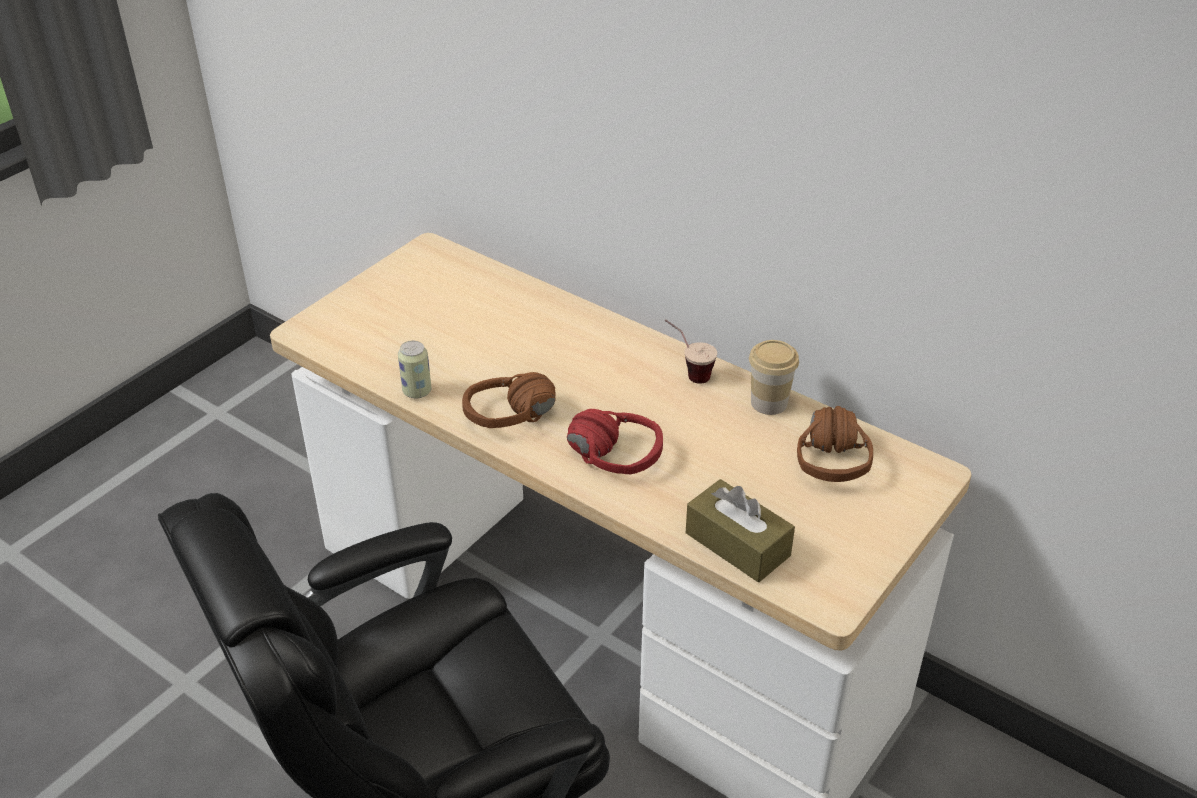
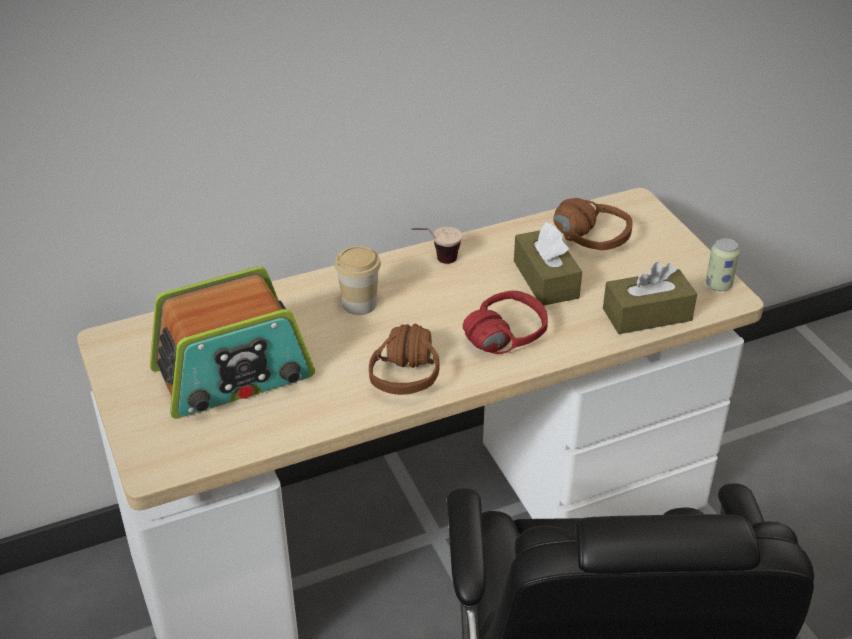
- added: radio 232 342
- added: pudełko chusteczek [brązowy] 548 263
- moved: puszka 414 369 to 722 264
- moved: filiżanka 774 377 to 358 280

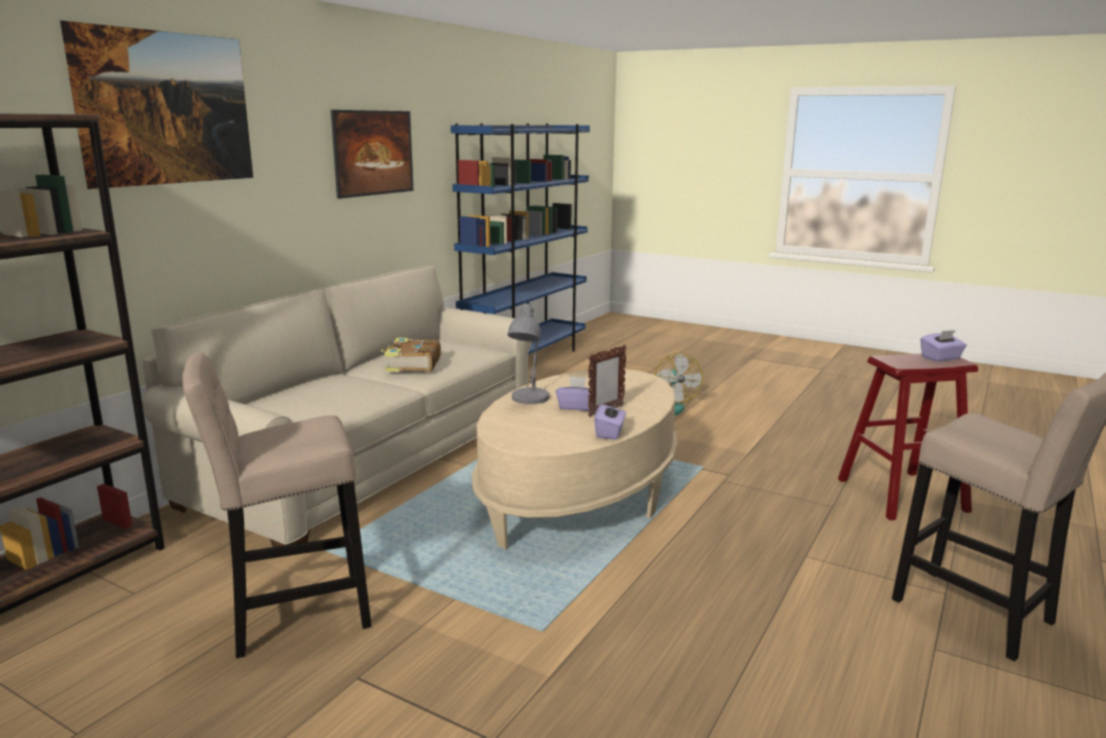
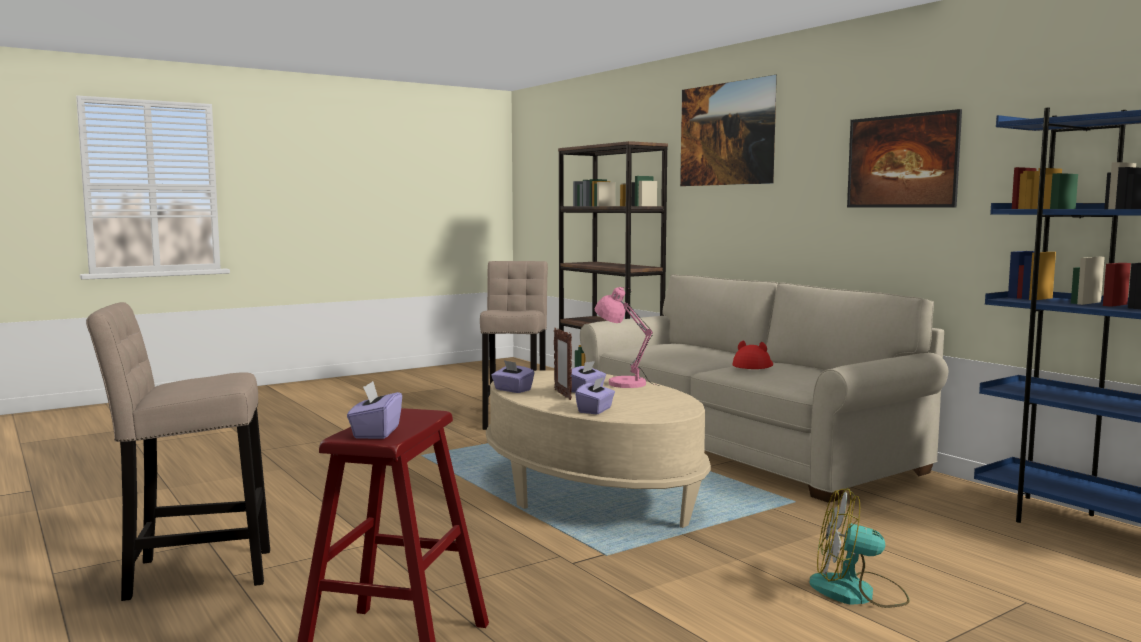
- added: pudełko chusteczek [fioletowy] 595 395
- replaced: książka 411 355 to kapelusz [czerwony] 752 354
- recoloured: lampa stołowa [szary] 528 353 to lampa stołowa [różowy] 625 337

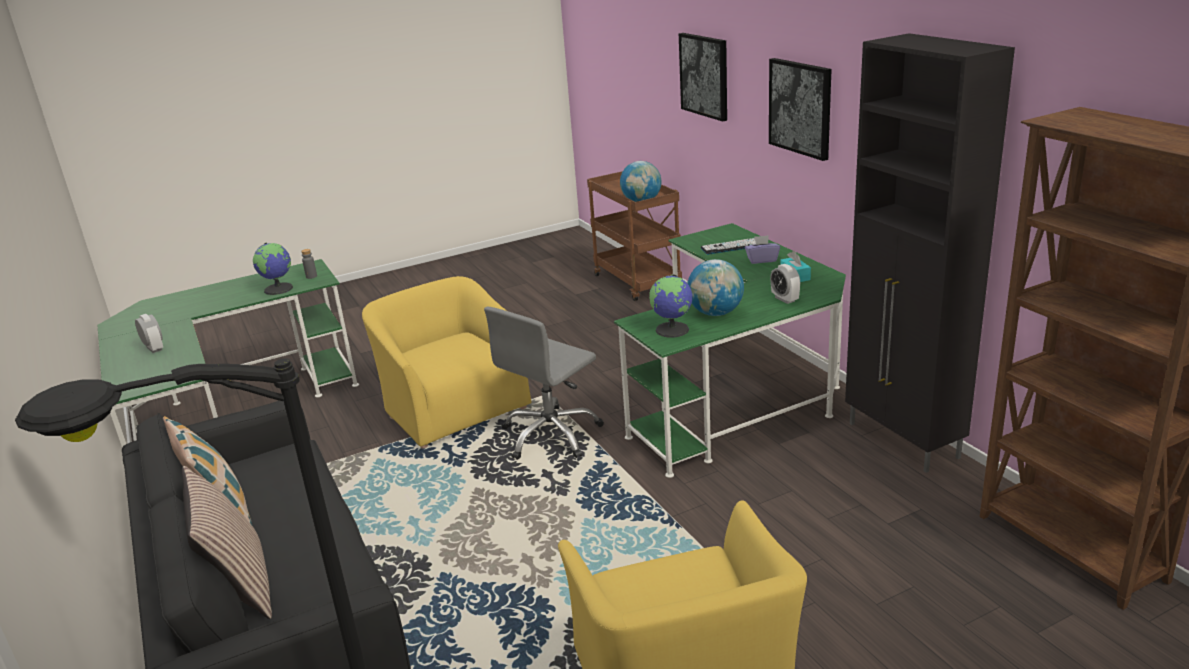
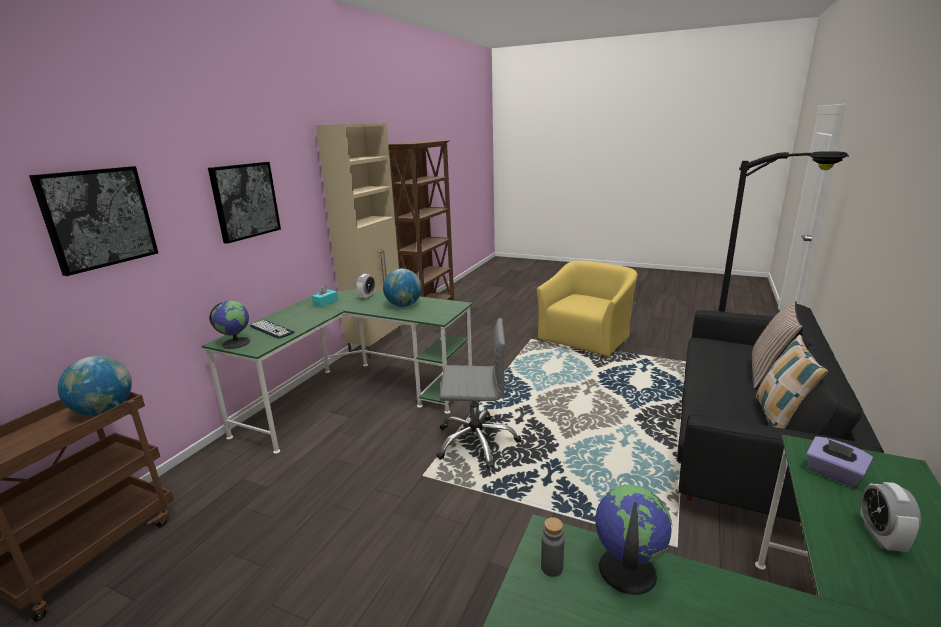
- removed: fotel [żółty] 447 362
- moved: globus 670 306 to 229 325
- moved: pudełko chusteczek [fioletowy] 762 249 to 839 461
- recoloured: szafka [czarny] 930 253 to szafka [beżowy] 359 241

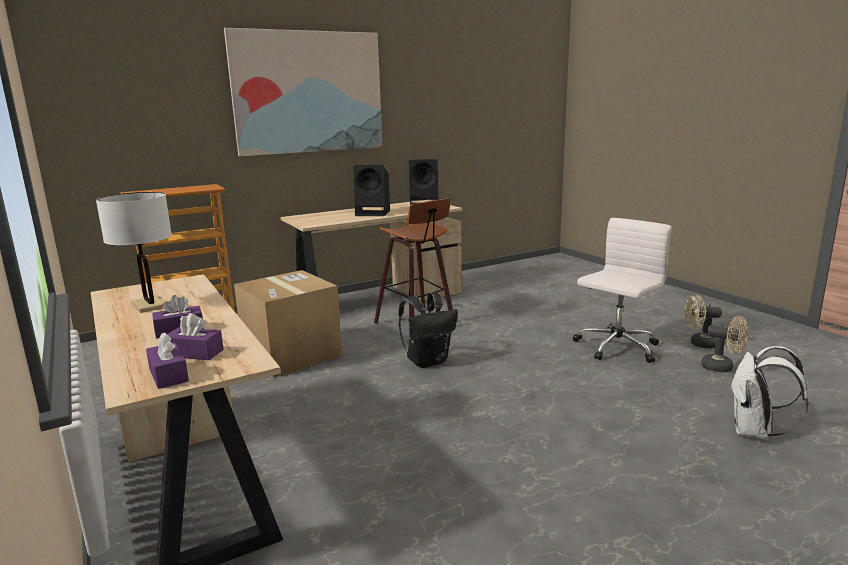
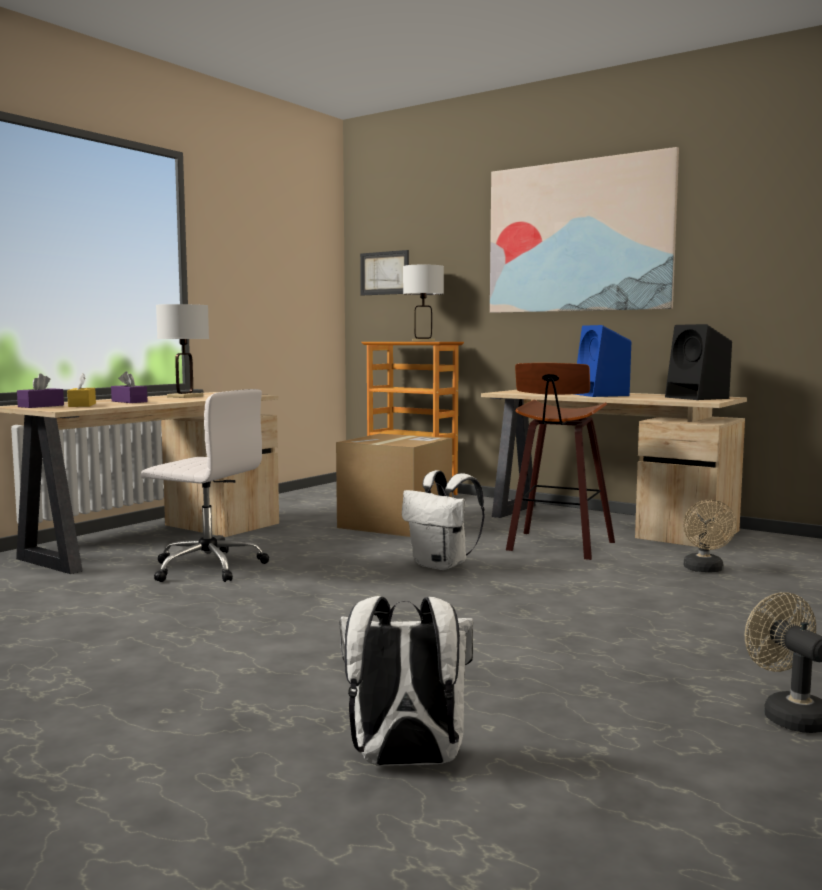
- added: obraz 384 272
- added: lampa stołowa [biały] 423 303
- moved: krzesło biurowe [biały] 622 290 to 205 485
- moved: wentylator [beżowy] 724 344 to 710 535
- recoloured: pudełko chusteczek [fioletowy] 195 336 to pudełko chusteczek [żółty] 81 390
- recoloured: głośnik [czarny] 372 190 to głośnik [niebieski] 602 361
- recoloured: plecak [czarny] 428 330 to plecak [biały] 443 520

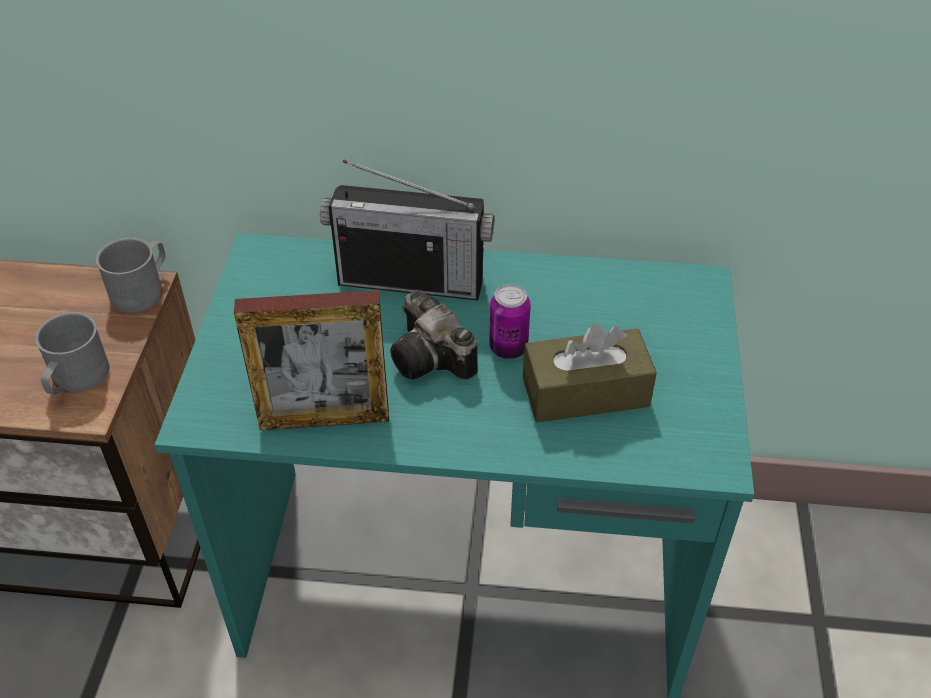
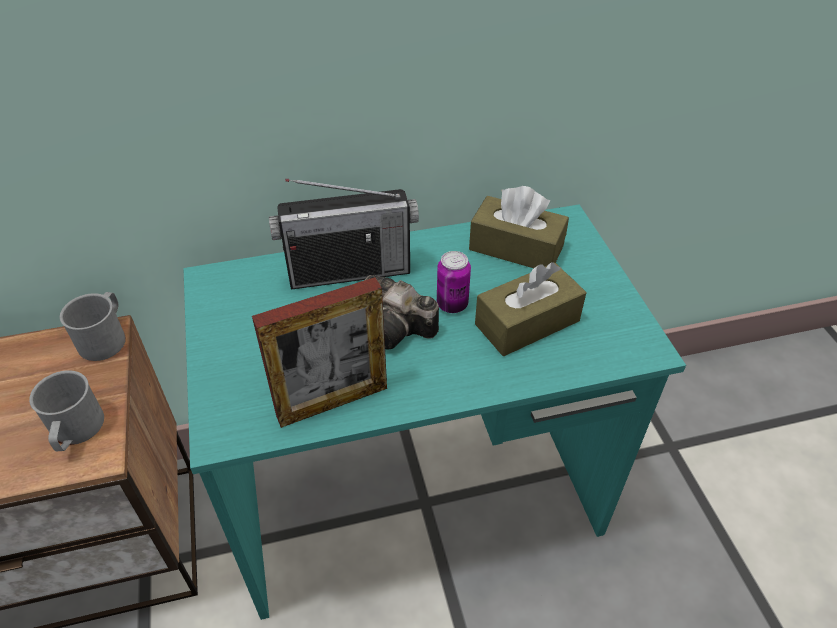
- added: pudełko chusteczek [brązowy] 519 227

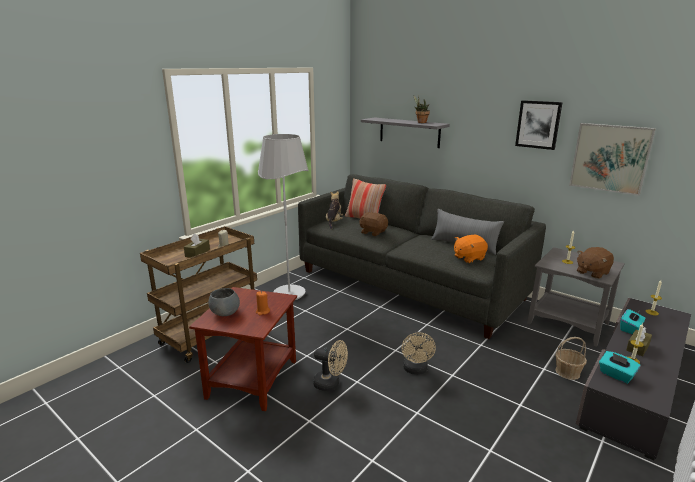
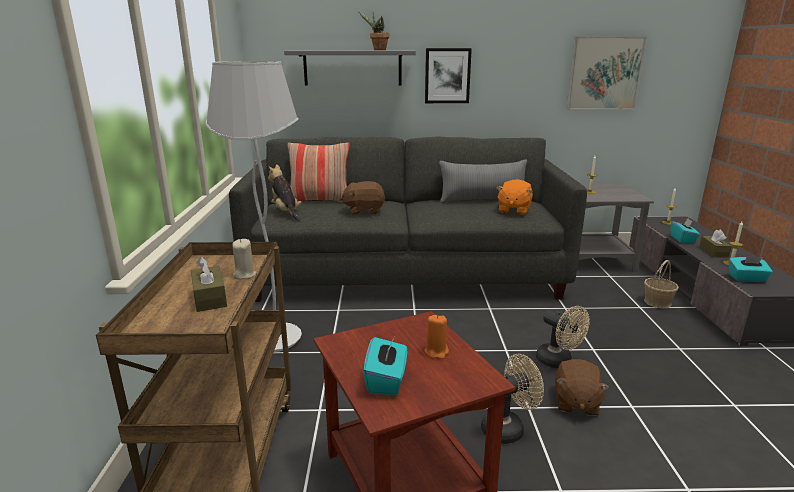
- moved: obraz 539 125 to 448 75
- moved: pluszak [brązowy] 595 263 to 582 387
- replaced: miska [szary] 224 302 to pudełko chusteczek [turkusowy] 385 366

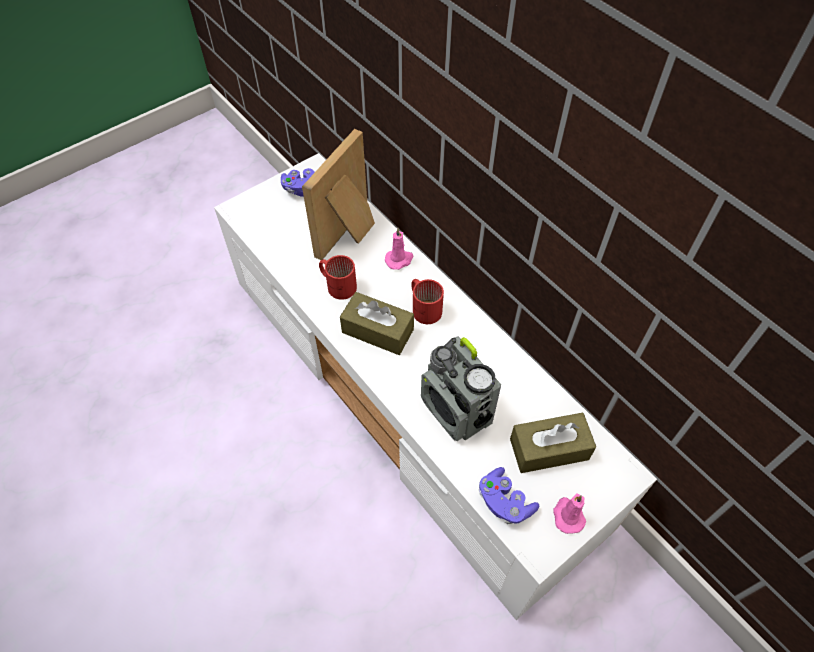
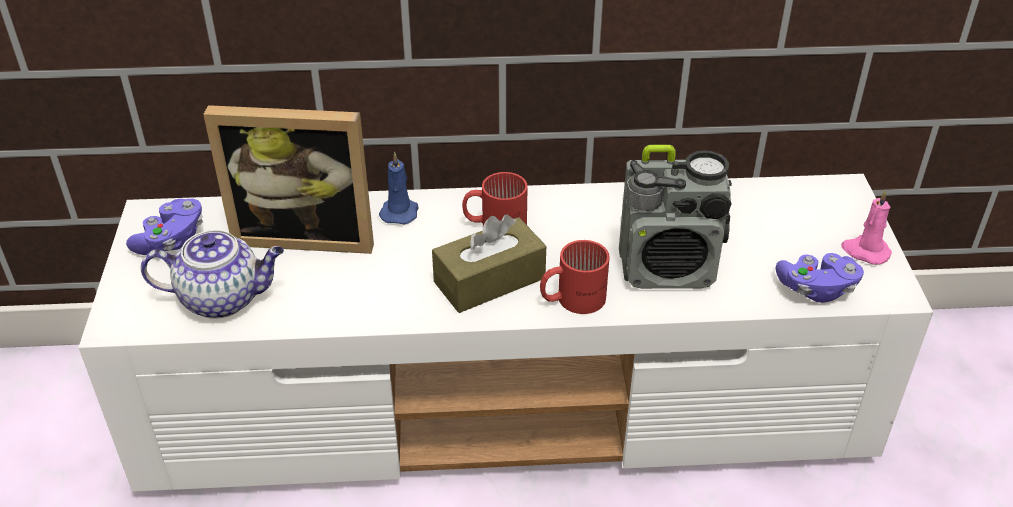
- removed: pudełko chusteczek [brązowy] 553 443
- added: imbryk 212 274
- moved: kubek [czerwony] 338 277 to 575 277
- recoloured: świeca [różowy] 399 249 to świeca [niebieski] 398 188
- turned: ramka na zdjęcie 338 194 = 288 179 60 degrees counterclockwise

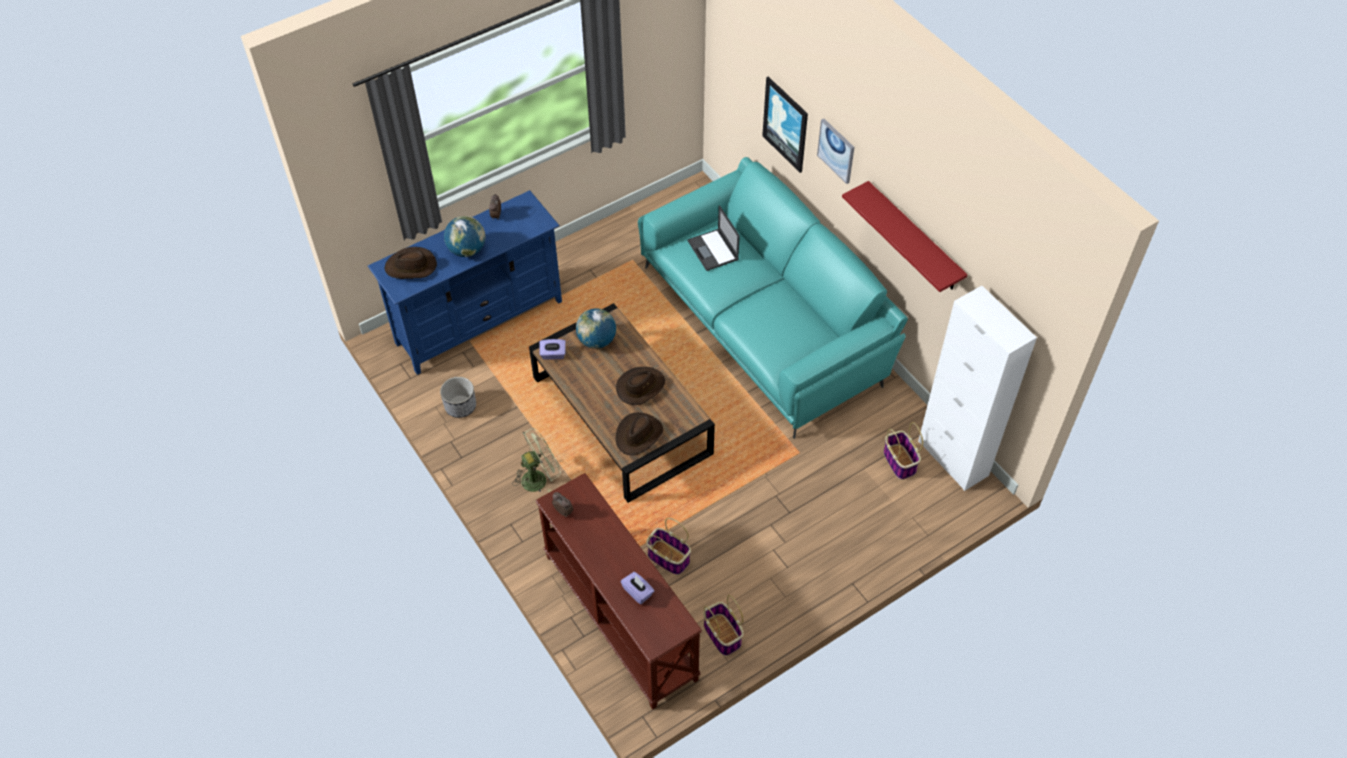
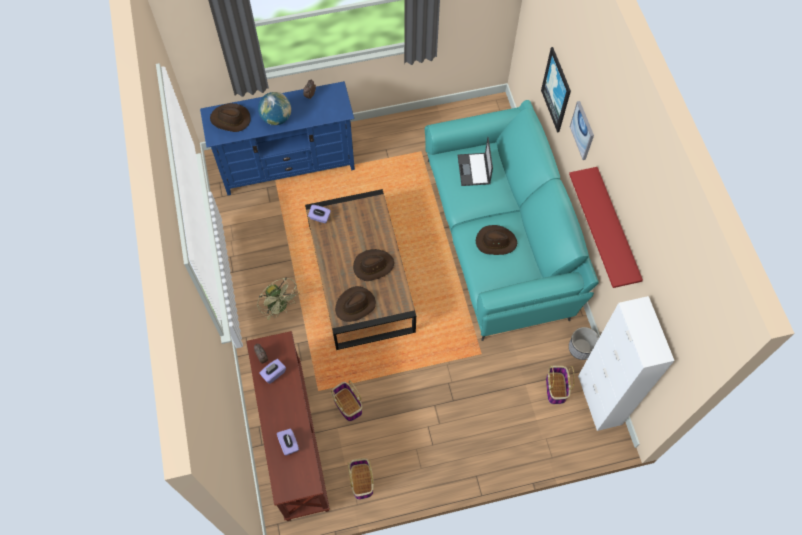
- removed: globus 596 329
- added: pudełko chusteczek [fioletowy] 272 371
- added: kapelusz [brązowy] 496 240
- moved: donica 458 397 to 584 343
- turned: wentylator [zielony] 537 460 = 278 298 60 degrees clockwise

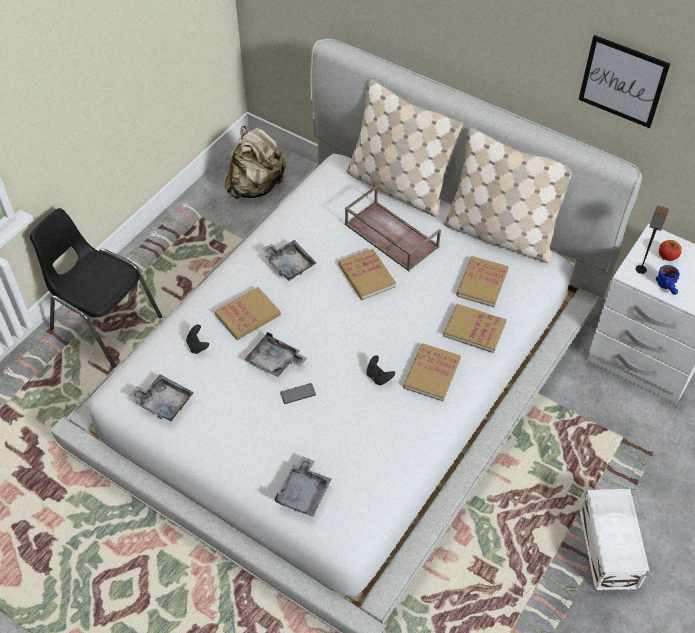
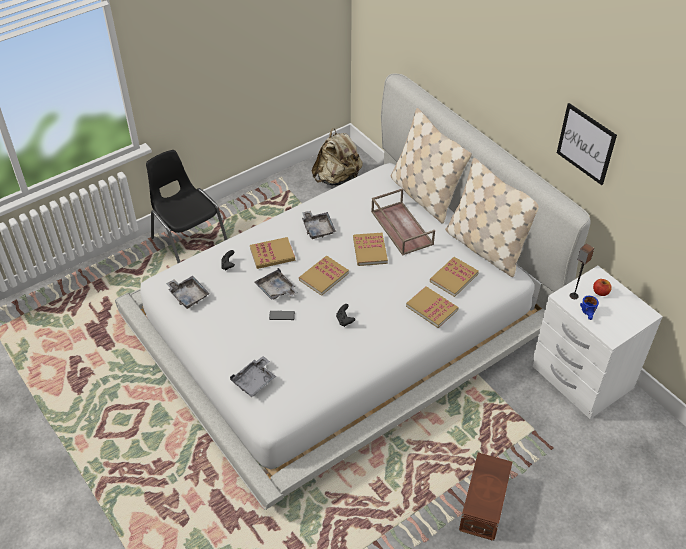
- moved: książka 432 372 to 324 276
- recoloured: pojemnik do przechowywania [biały] 614 540 to pojemnik do przechowywania [brązowy] 485 497

